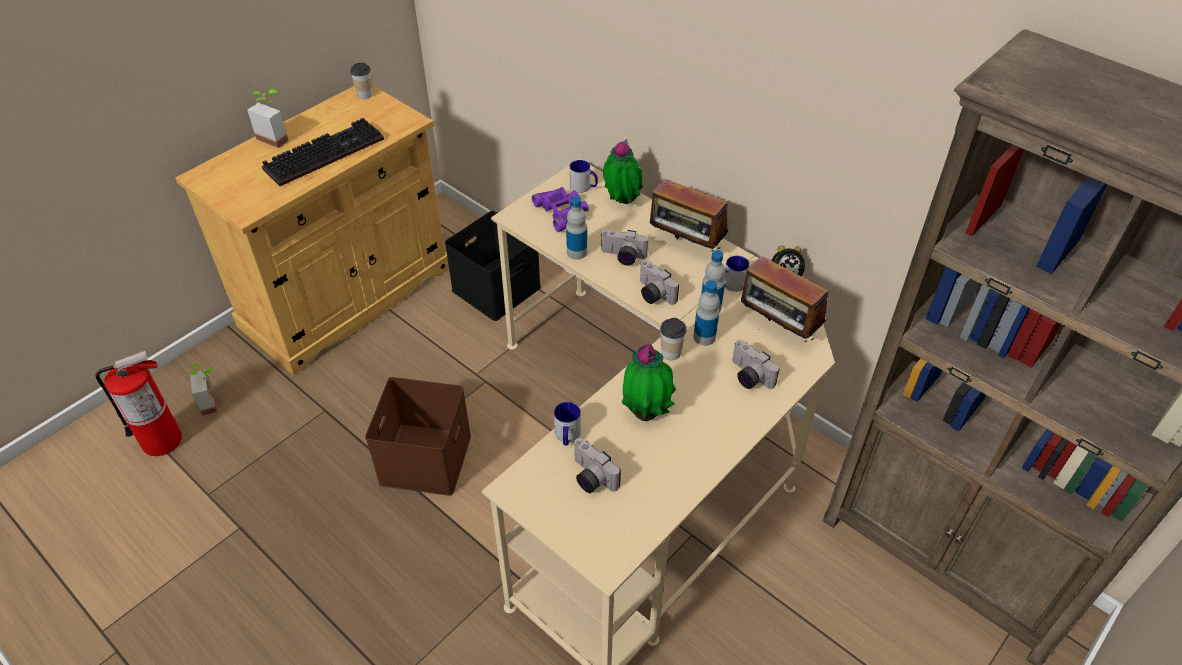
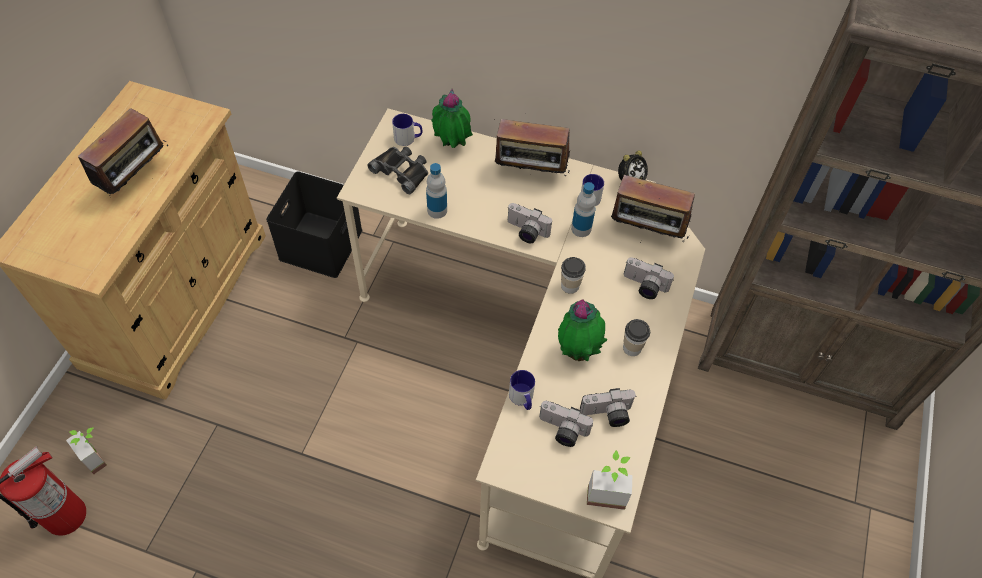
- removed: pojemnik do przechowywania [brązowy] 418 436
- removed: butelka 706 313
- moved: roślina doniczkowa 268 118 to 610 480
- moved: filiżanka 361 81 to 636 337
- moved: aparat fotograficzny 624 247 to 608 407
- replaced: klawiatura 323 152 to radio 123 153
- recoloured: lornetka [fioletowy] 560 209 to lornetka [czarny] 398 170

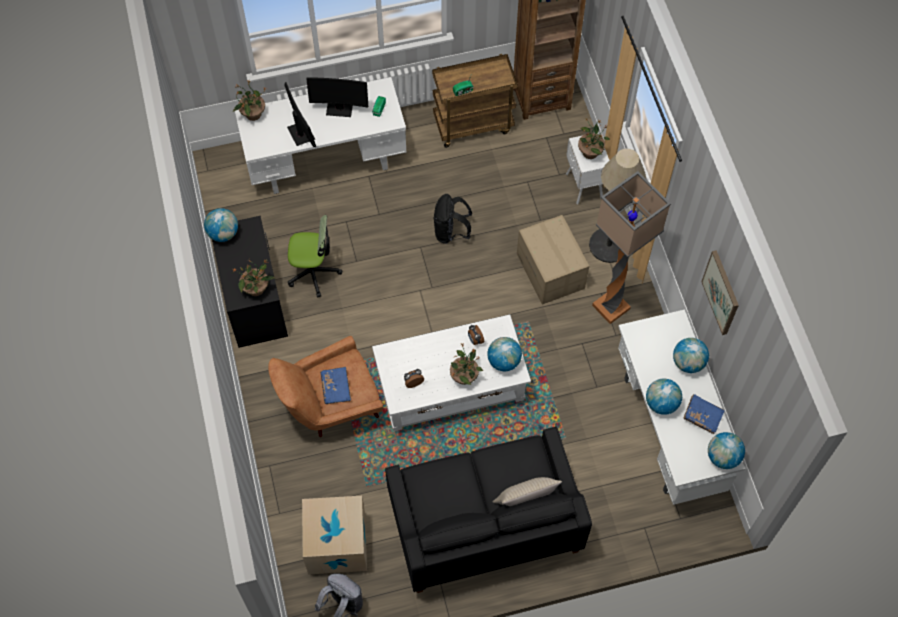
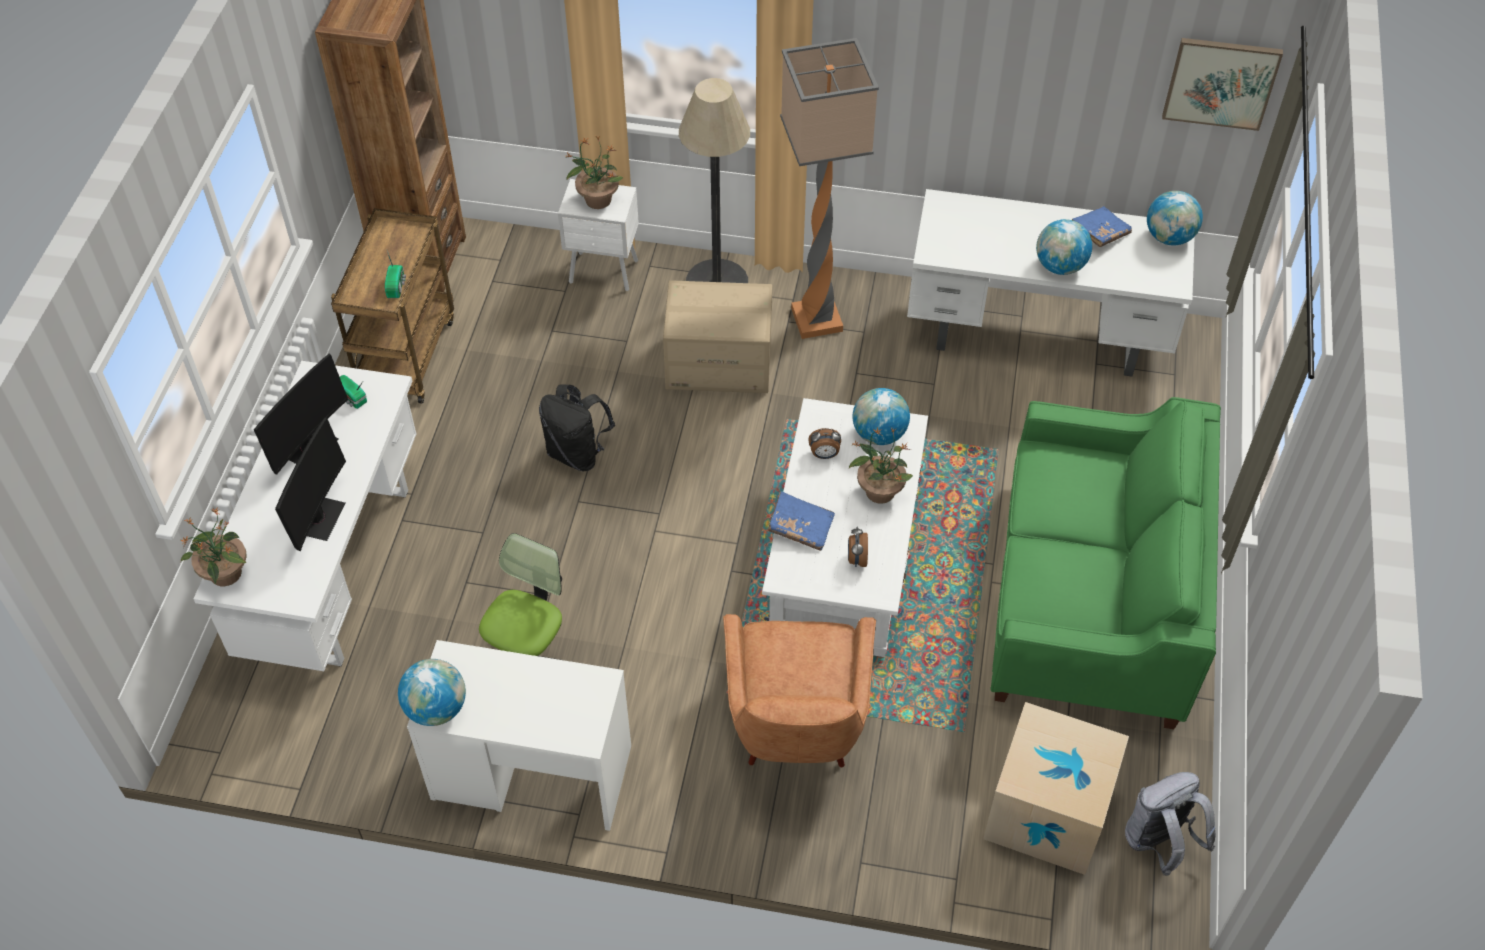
- removed: roślina doniczkowa 254 277
- removed: poduszka [beżowy] 527 491
- removed: globus 691 355
- moved: książka [niebieski] 335 385 to 801 521
- moved: obraz 720 292 to 1222 84
- recoloured: biurko [czarny] 250 282 to biurko [biały] 519 735
- recoloured: kanapa [czarny] 488 509 to kanapa [zielony] 1106 563
- turned: monitor 300 114 = 310 484 105 degrees clockwise

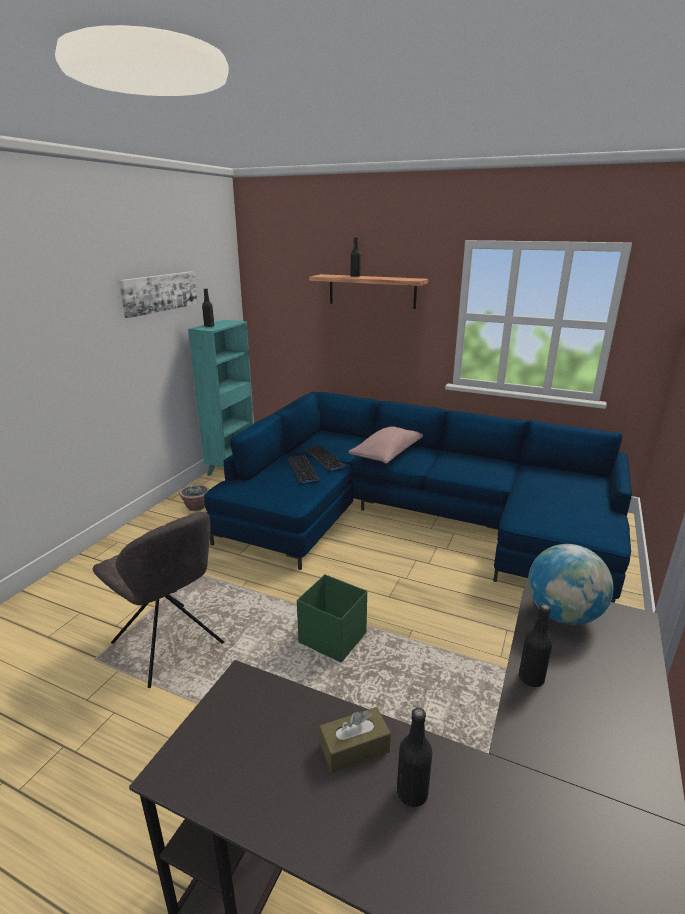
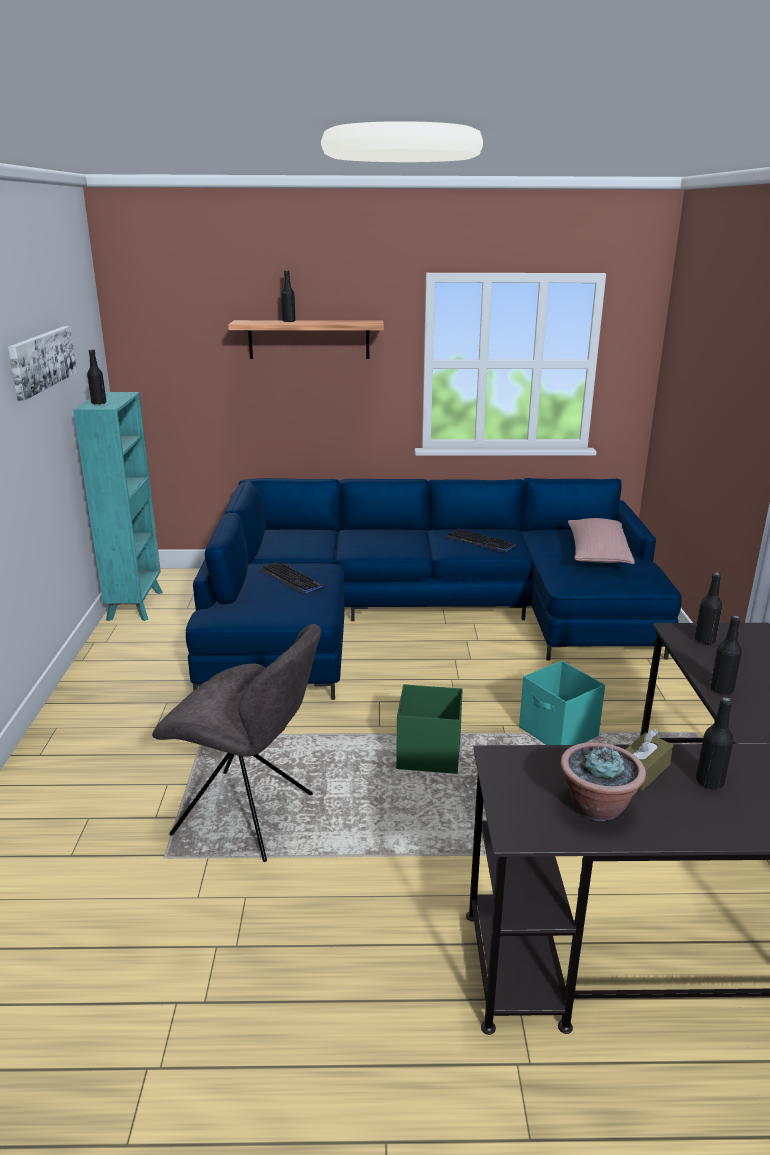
- added: pojemnik do przechowywania [turkusowy] 562 703
- moved: roślina doniczkowa 194 498 to 603 781
- moved: klawiatura 325 458 to 481 540
- moved: poduszka [różowy] 385 445 to 601 541
- replaced: globus 571 584 to butelka [czarny] 708 608

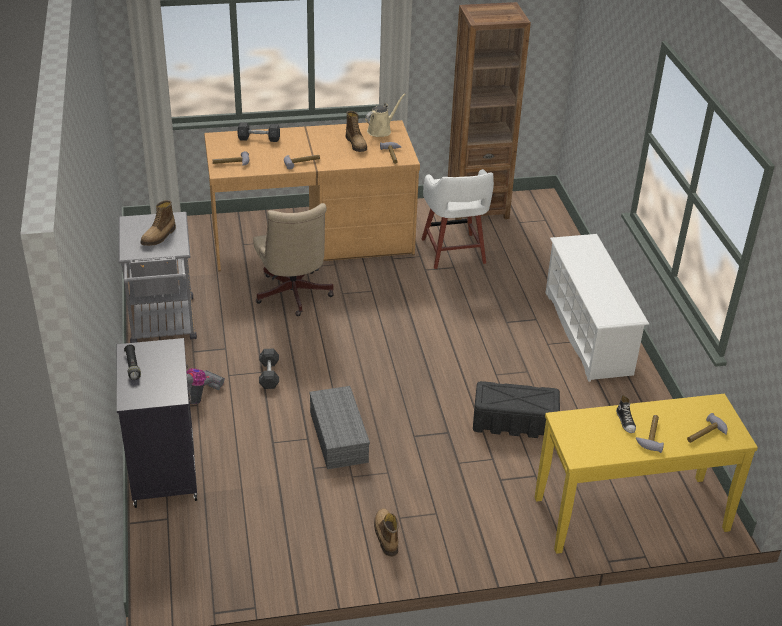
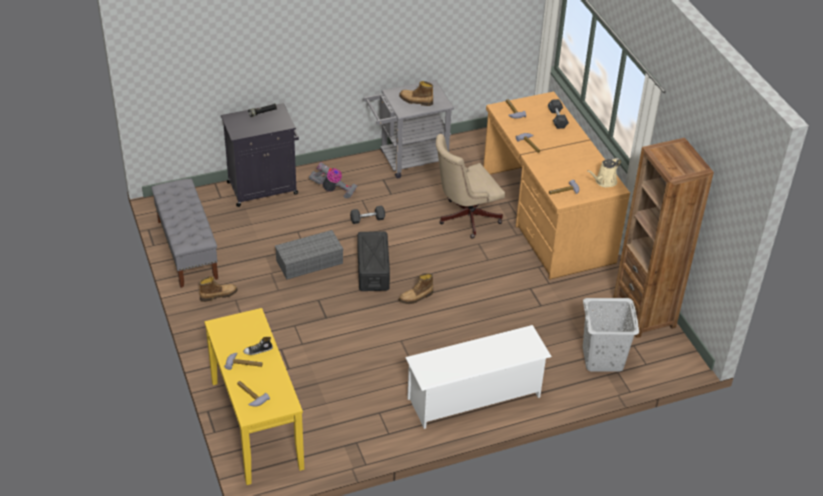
- removed: stołek [biały] 458 219
- added: ławka [szary] 184 233
- added: kosz na pranie [szary] 611 334
- moved: but z cholewką 356 131 to 415 288
- moved: pojemnik do przechowywania [czarny] 516 409 to 374 261
- turned: konewka [beżowy] 385 115 = 604 172 105 degrees clockwise

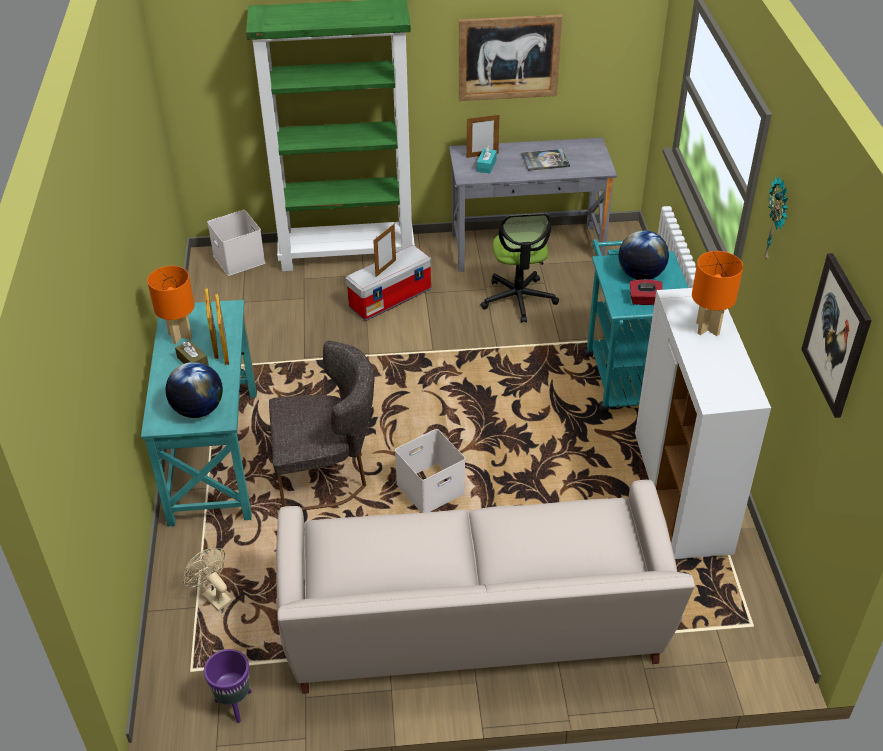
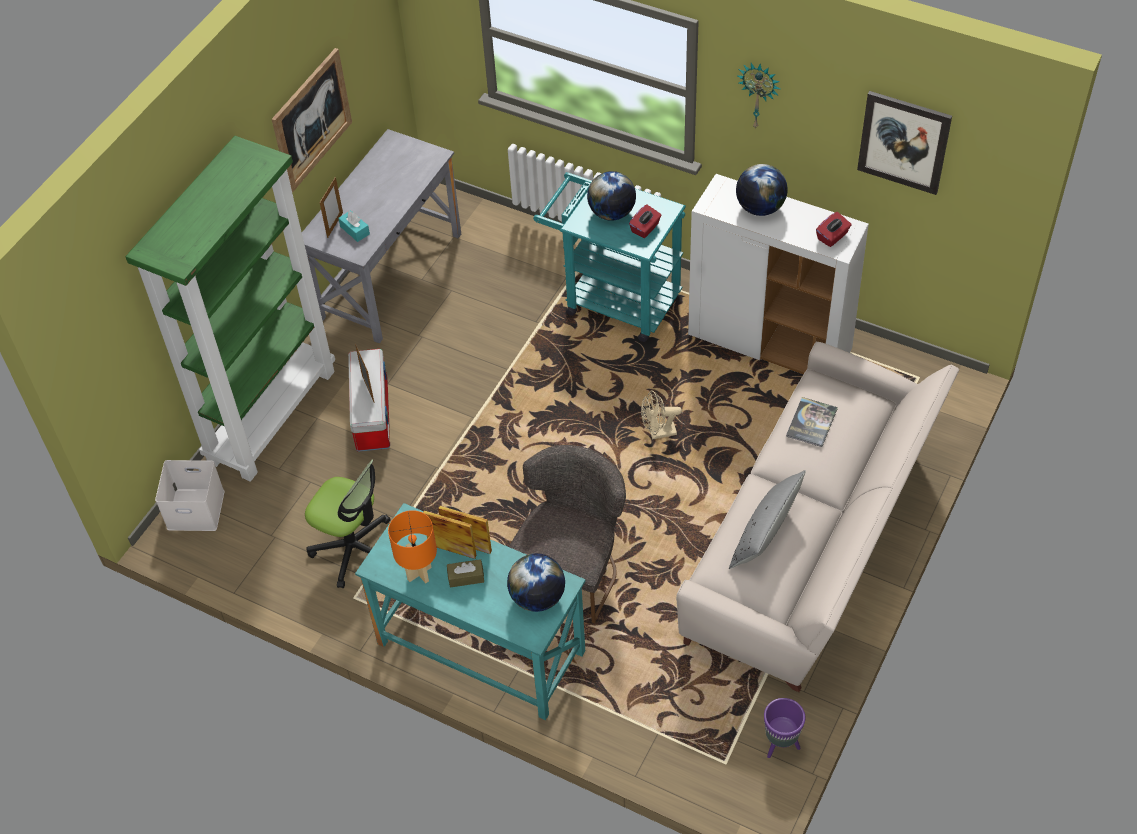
- removed: pojemnik do przechowywania [biały] 430 471
- added: poduszka [szary] 767 519
- added: pudełko chusteczek [czerwony] 833 229
- moved: wentylator [beżowy] 207 580 to 661 415
- moved: krzesło biurowe 520 268 to 348 524
- moved: książka 545 160 to 812 422
- replaced: lampa stołowa [pomarańczowy] 717 293 to globus 762 190

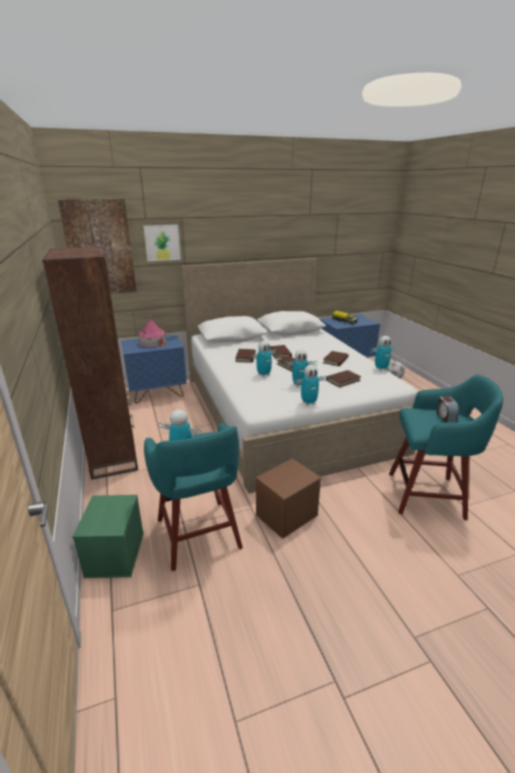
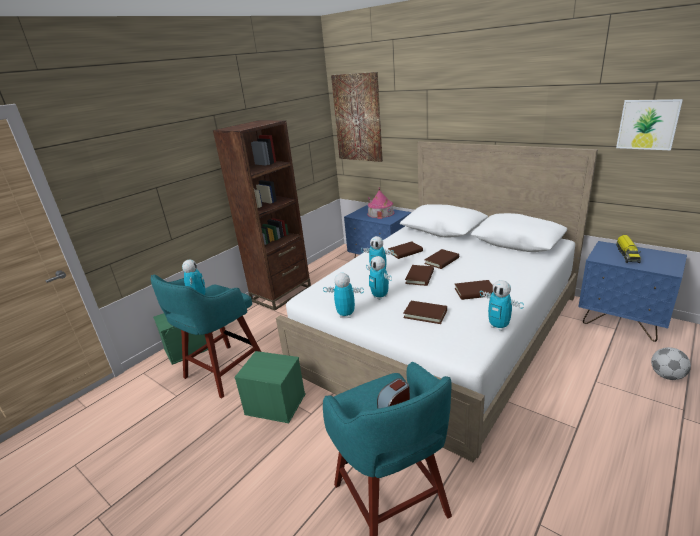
- moved: obraz 162 243 to 649 124
- recoloured: pojemnik do przechowywania [brązowy] 288 498 to pojemnik do przechowywania [zielony] 270 387
- turned: robot zabawkowy 310 385 = 343 295 150 degrees clockwise

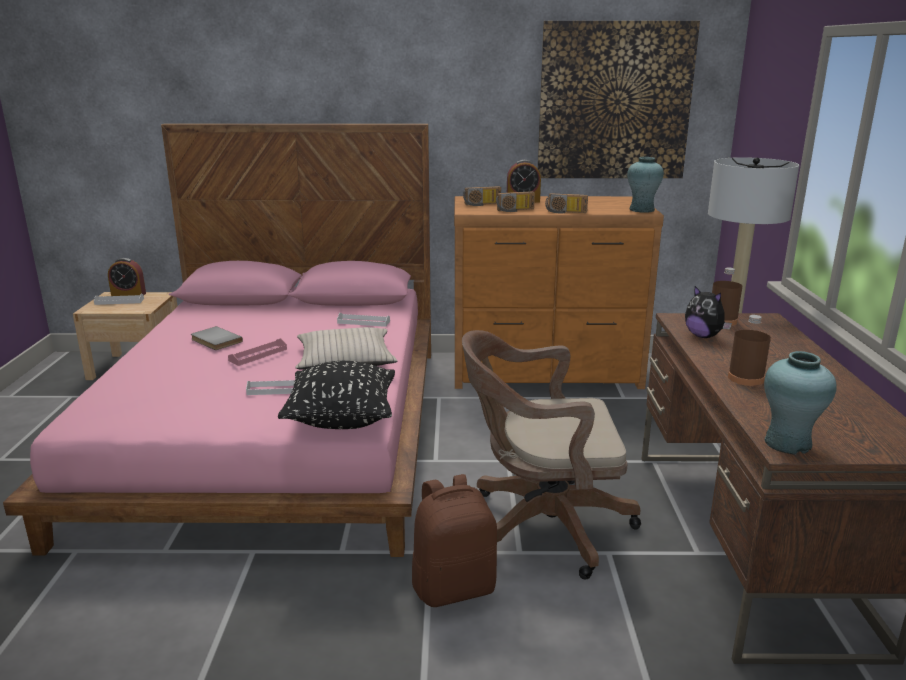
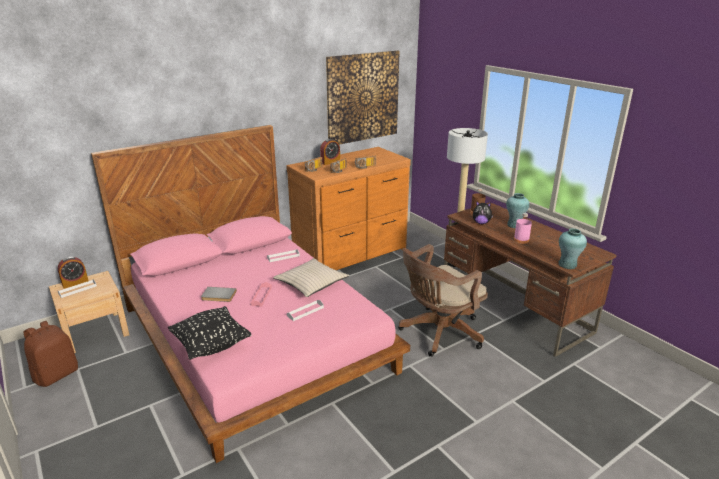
- moved: poduszka [czarny] 336 395 to 209 333
- moved: plecak [brązowy] 454 540 to 50 354
- moved: wazon [turkusowy] 645 185 to 517 210
- recoloured: butelka [brązowy] 749 350 to butelka [różowy] 523 228

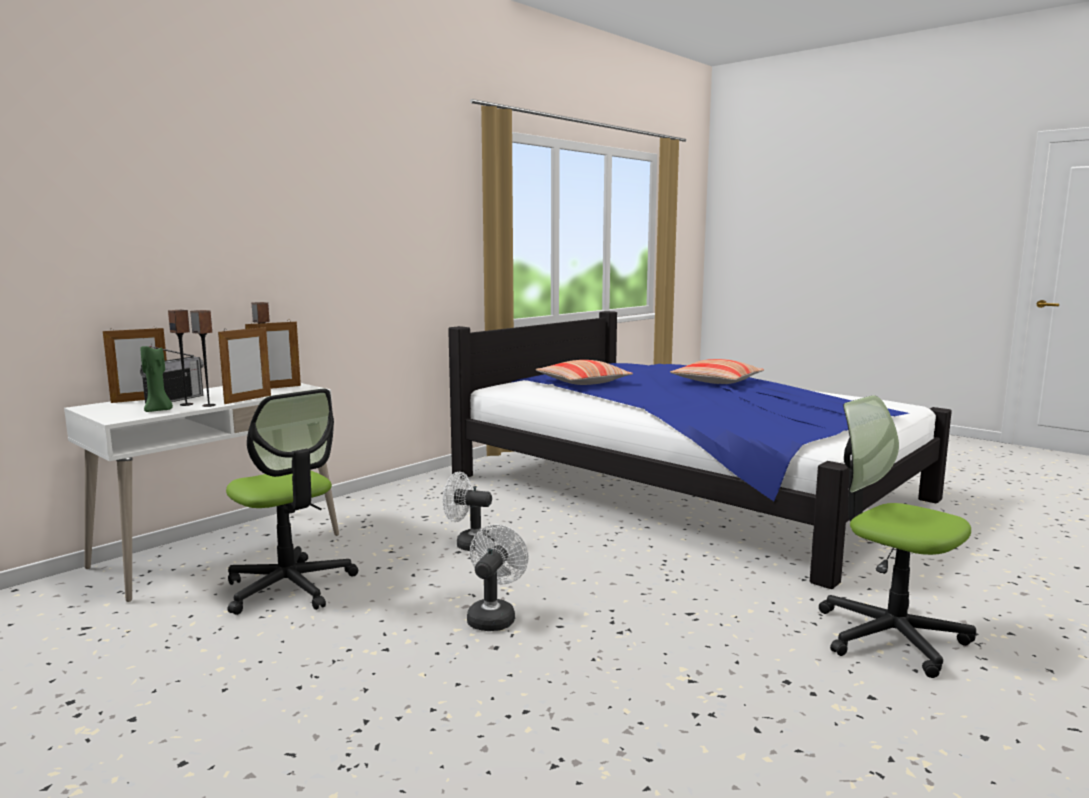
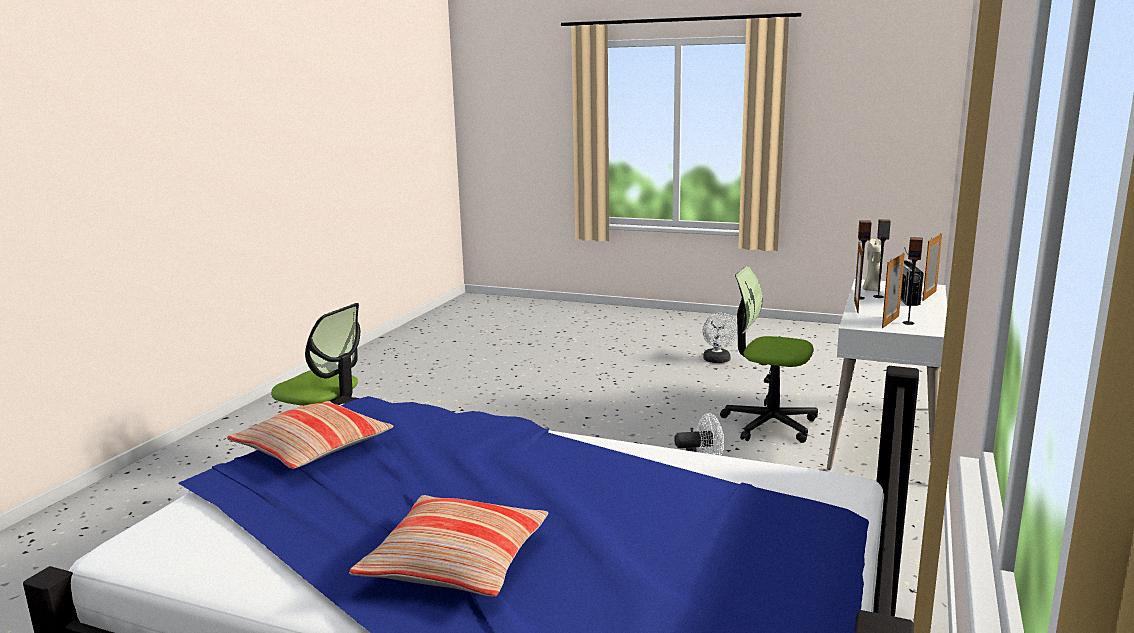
- moved: wentylator [biały] 498 578 to 720 338
- moved: poduszka 584 372 to 310 435
- recoloured: świeca [zielony] 157 378 to świeca [beżowy] 871 265

